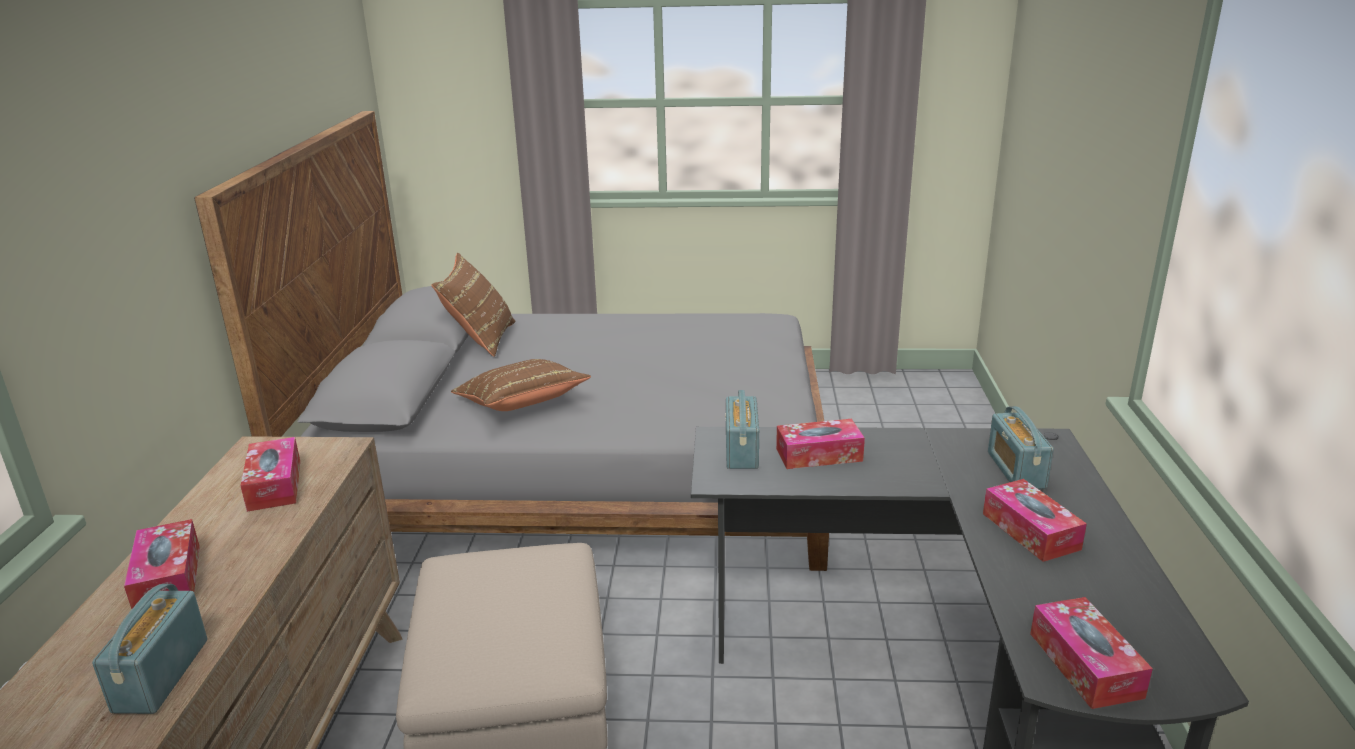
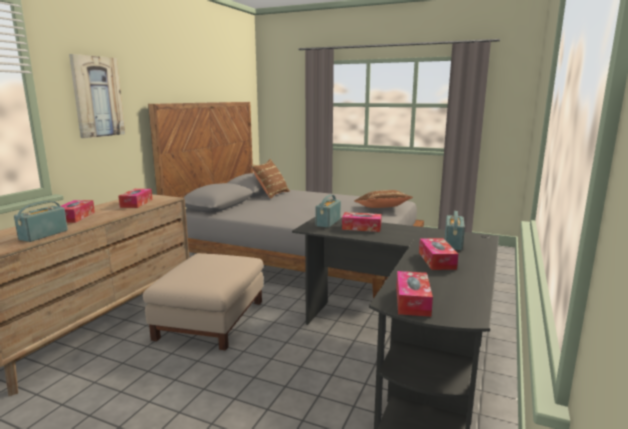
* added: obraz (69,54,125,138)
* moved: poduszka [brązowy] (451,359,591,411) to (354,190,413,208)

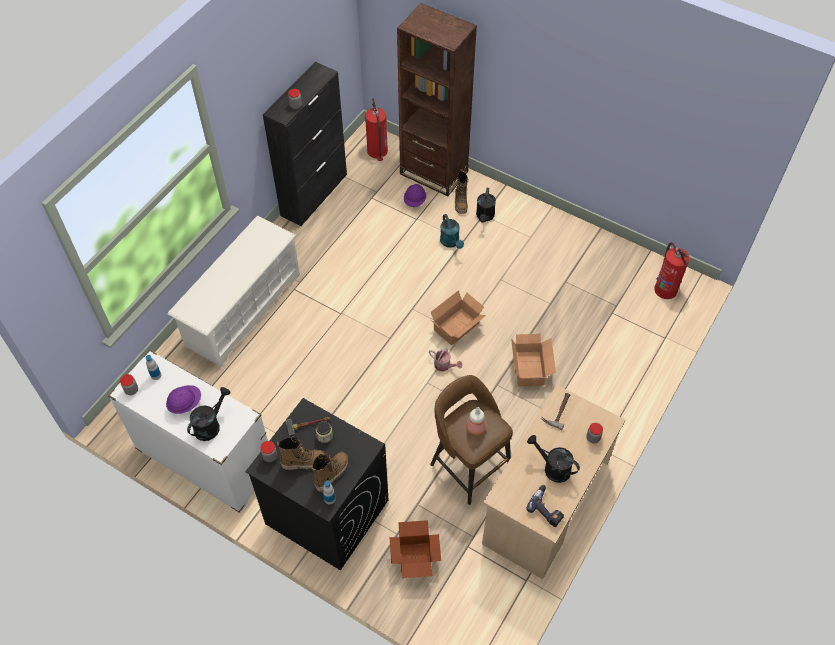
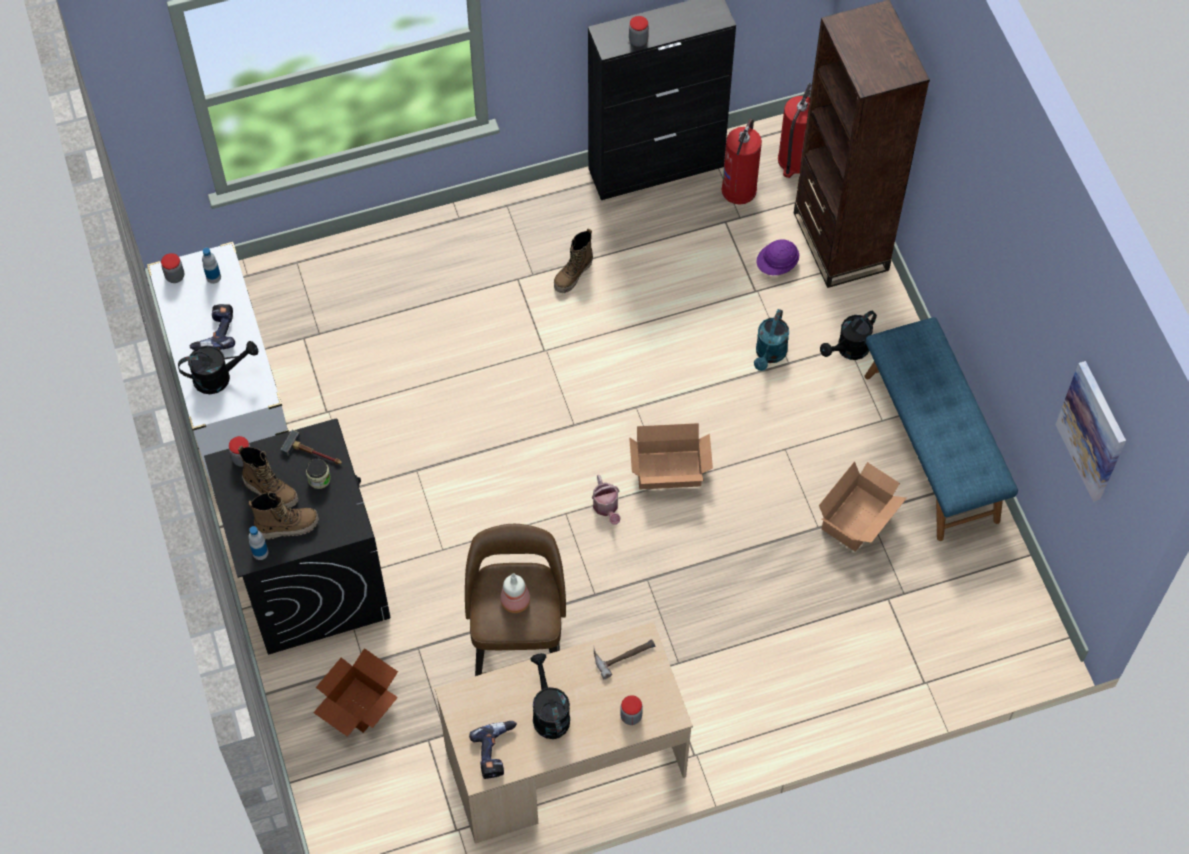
* removed: regał na buty [biały] (168,216,300,369)
* added: ławka [niebieski] (864,317,1018,541)
* added: obraz (1055,361,1126,502)
* moved: but z cholewką (455,170,469,214) to (554,229,593,293)
* moved: karton (511,334,556,386) to (819,461,907,552)
* moved: gaśnica (654,242,690,299) to (722,119,762,205)
* replaced: kask [fioletowy] (166,385,201,414) to wiertarka (190,304,235,350)

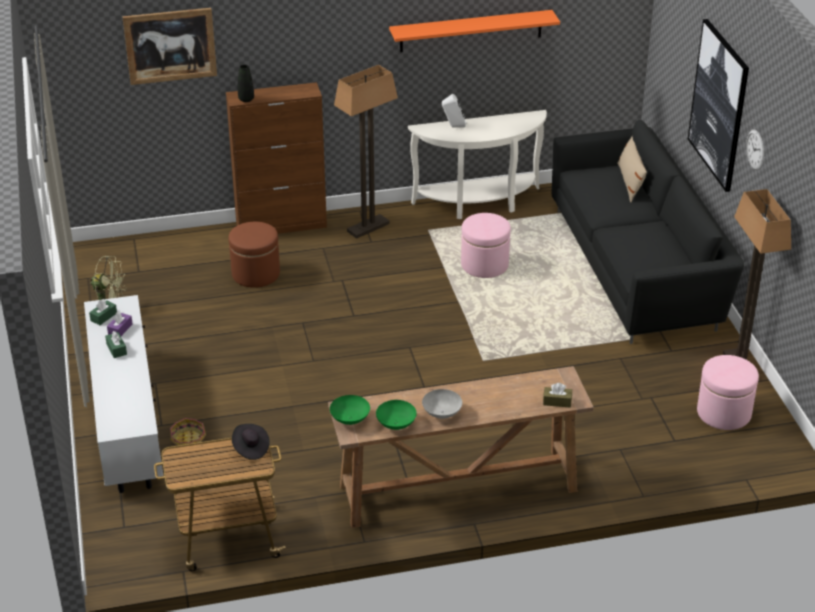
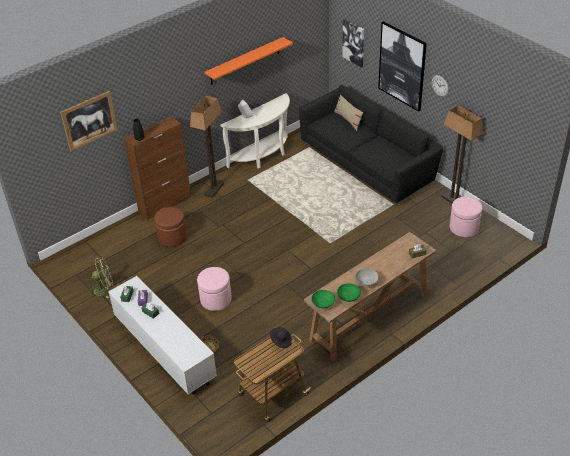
* added: obraz (342,19,364,67)
* moved: pufa [różowy] (461,213,511,278) to (197,267,232,311)

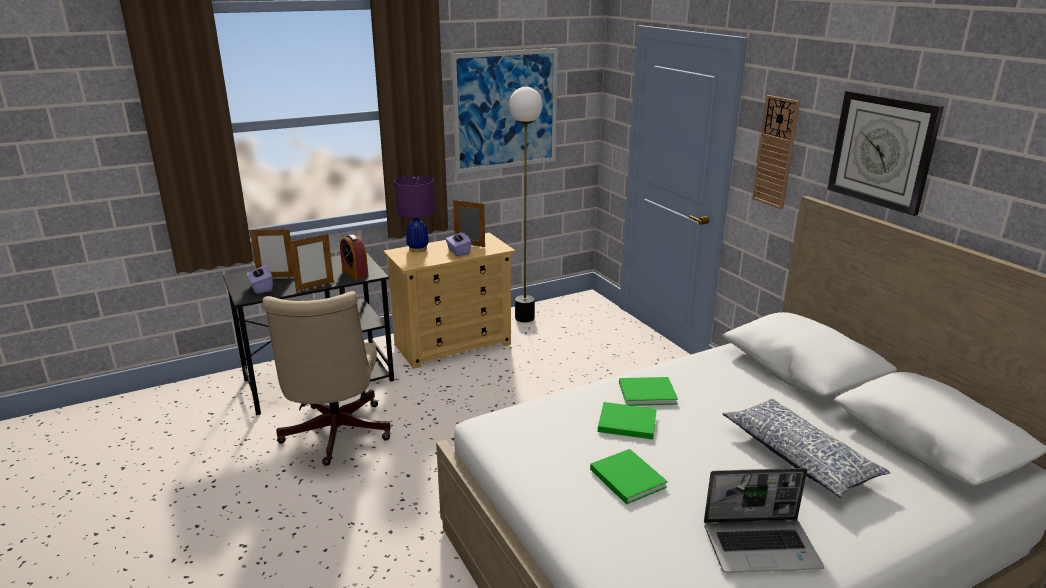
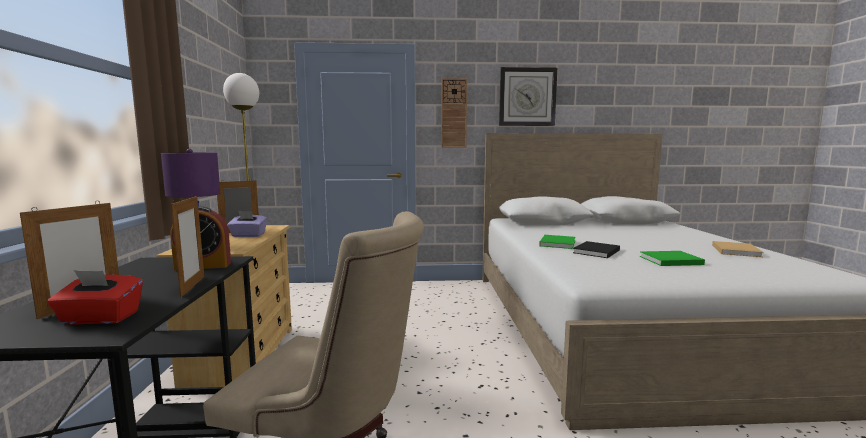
* removed: obraz (451,48,558,174)
* removed: poduszka (723,399,890,498)
* replaced: laptop (704,468,824,573) to książka [beżowy] (712,241,764,257)
* recoloured: pudełko chusteczek [fioletowy] (247,265,273,294) to pudełko chusteczek [czerwony] (47,270,143,325)
* recoloured: książka [zielony] (598,402,657,439) to książka [czarny] (573,241,620,258)

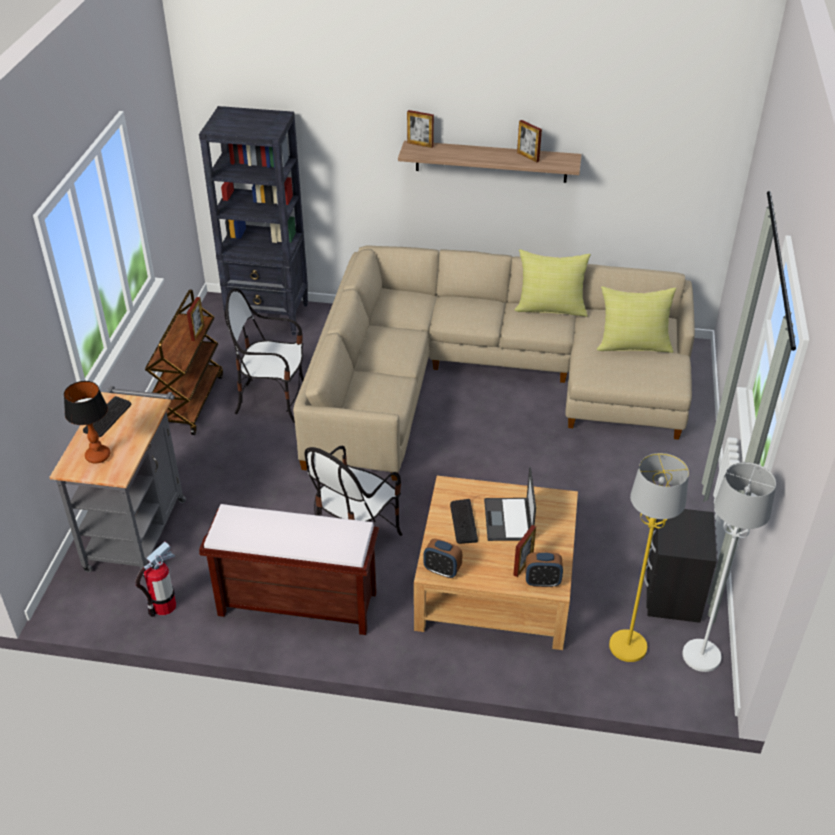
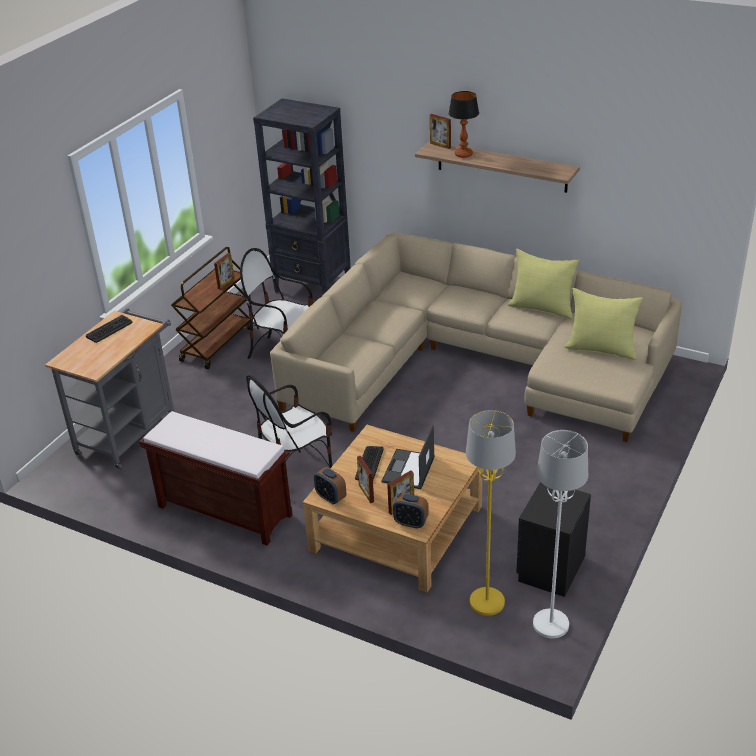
* removed: gaśnica (135,542,176,617)
* moved: lampa stołowa (64,381,110,464) to (449,91,479,158)
* moved: ramka na zdjęcie (517,120,542,163) to (357,456,374,503)

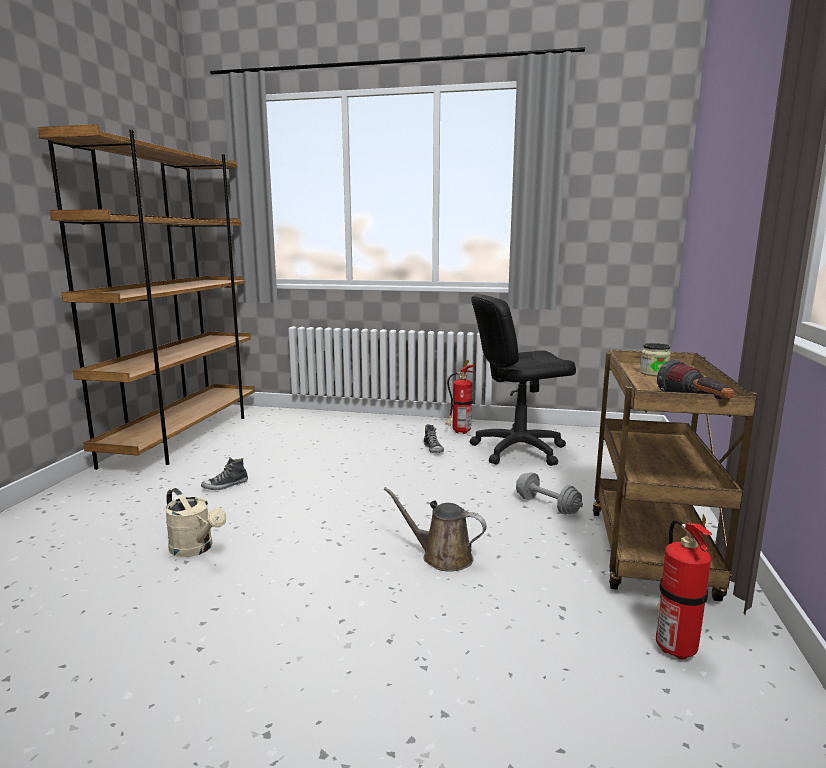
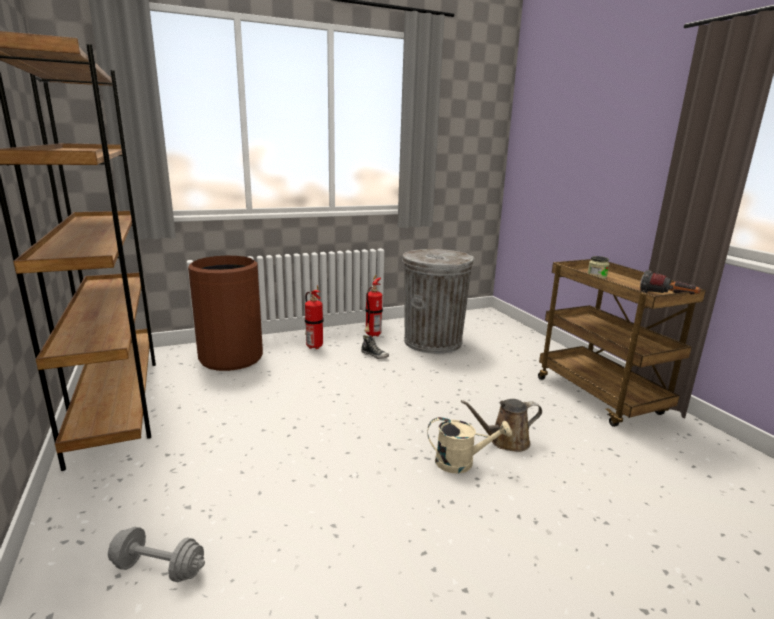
* removed: but (201,457,248,490)
* added: kosz na śmieci [brązowy] (188,256,263,371)
* moved: konewka [beżowy] (164,488,227,557) to (427,417,512,474)
* moved: hantel [szary] (516,472,583,515) to (108,527,205,582)
* moved: gaśnica (656,513,712,660) to (305,286,323,349)
* replaced: krzesło biurowe [czarny] (470,294,576,466) to kosz na śmieci [szary] (402,249,475,354)

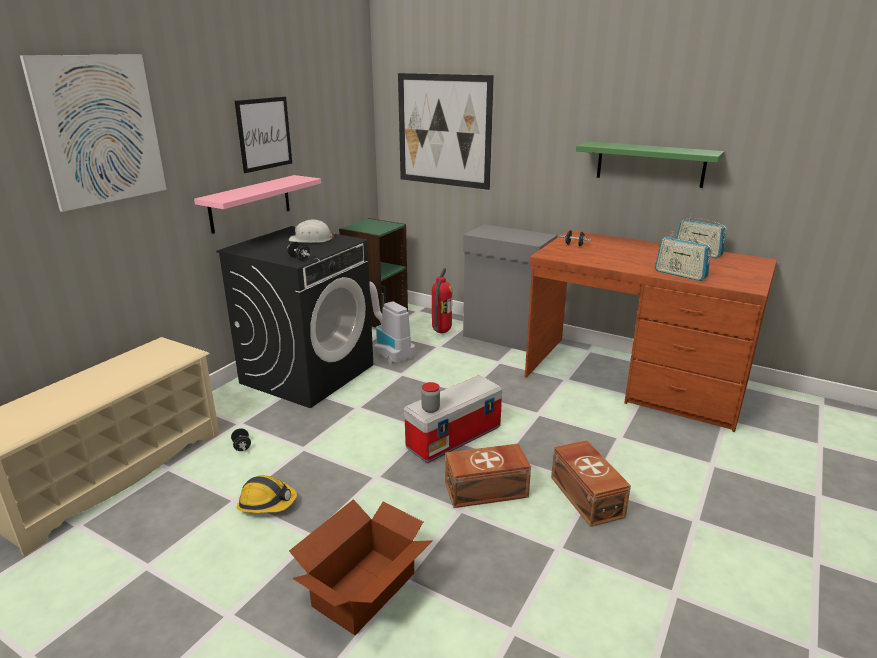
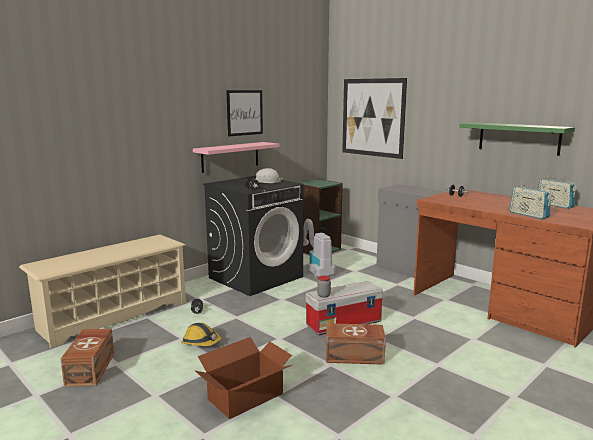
* removed: obraz (20,54,167,212)
* removed: gaśnica (432,268,452,333)
* moved: pojemnik do przechowywania [brązowy] (551,440,631,527) to (60,328,114,387)

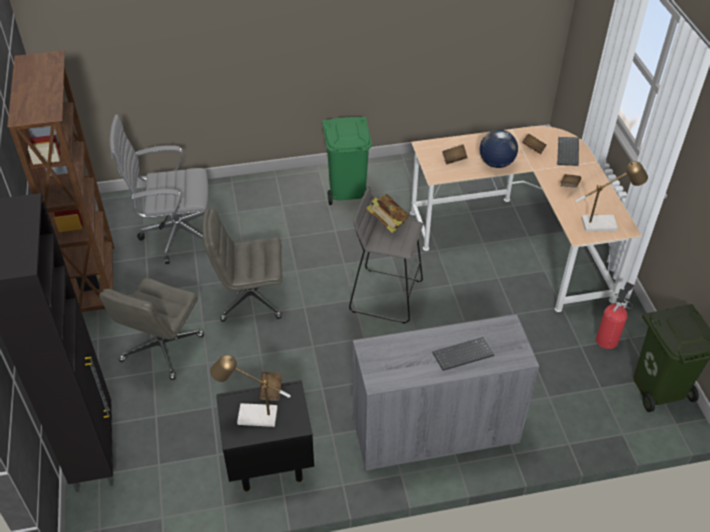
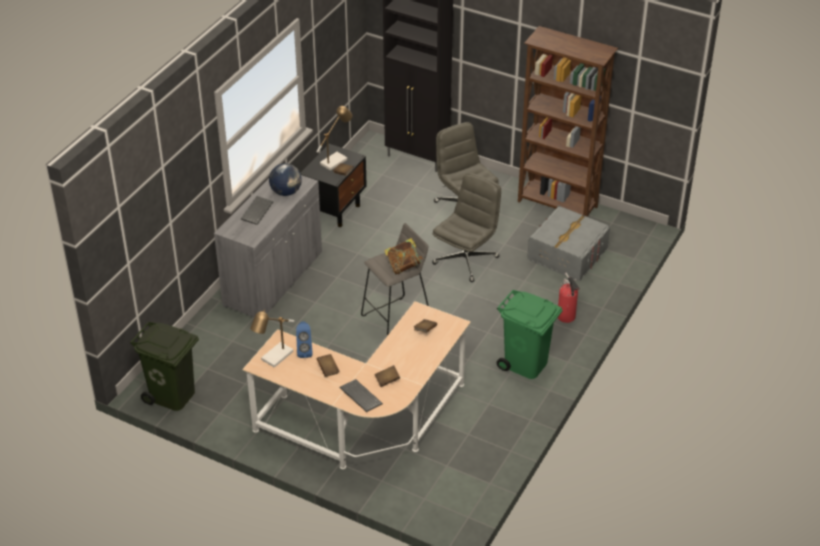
* added: głośnik [niebieski] (296,322,313,358)
* moved: globus (480,130,518,168) to (269,163,302,196)
* moved: gaśnica (596,282,634,349) to (558,273,580,323)
* replaced: krzesło biurowe [szary] (110,115,209,264) to pojemnik do przechowywania [szary] (527,205,610,281)

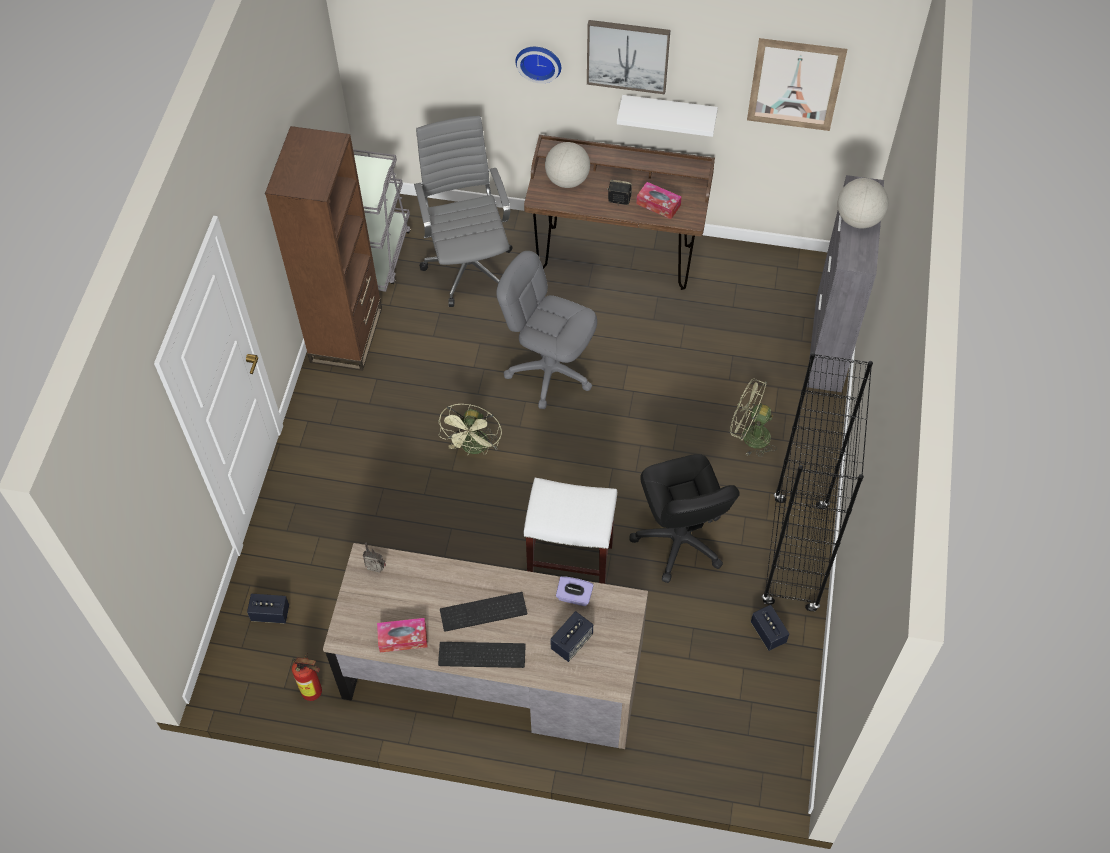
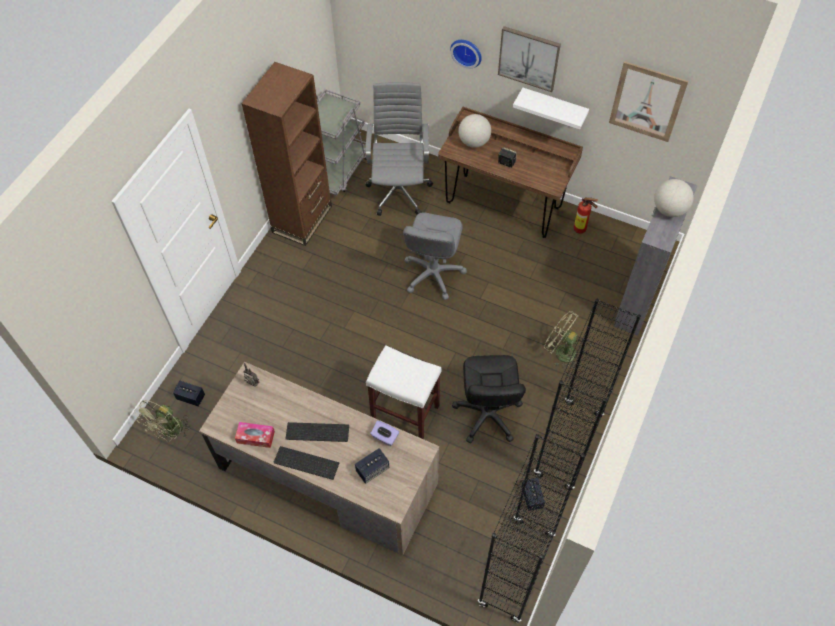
* removed: pudełko chusteczek (636,182,682,219)
* added: regał [czarny] (478,434,585,624)
* moved: gaśnica (292,653,322,701) to (574,197,598,234)
* moved: wentylator [zielony] (438,404,502,455) to (134,400,191,442)
* turned: krzesło biurowe [szary] (496,251,597,409) = (403,212,467,300) 120 degrees counterclockwise

